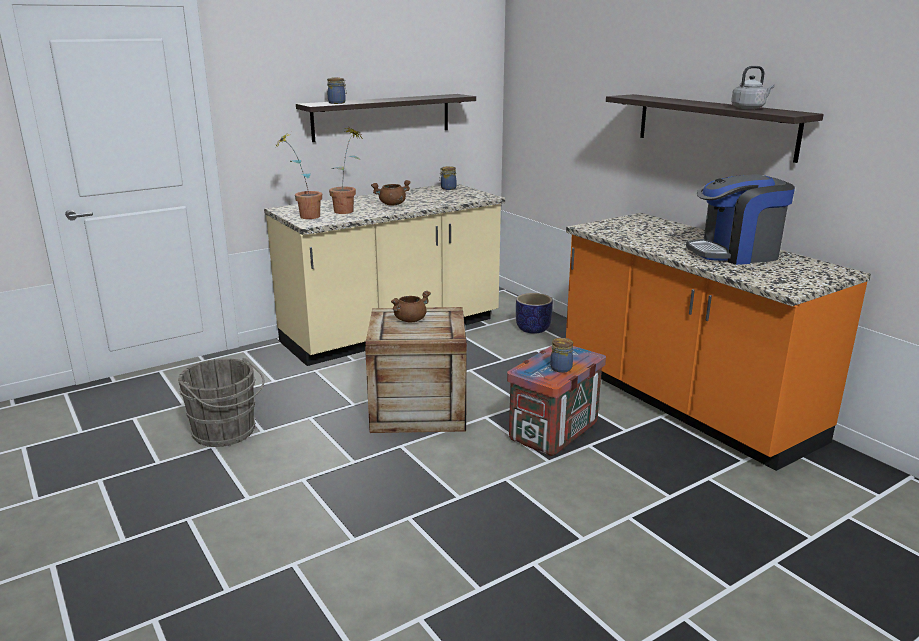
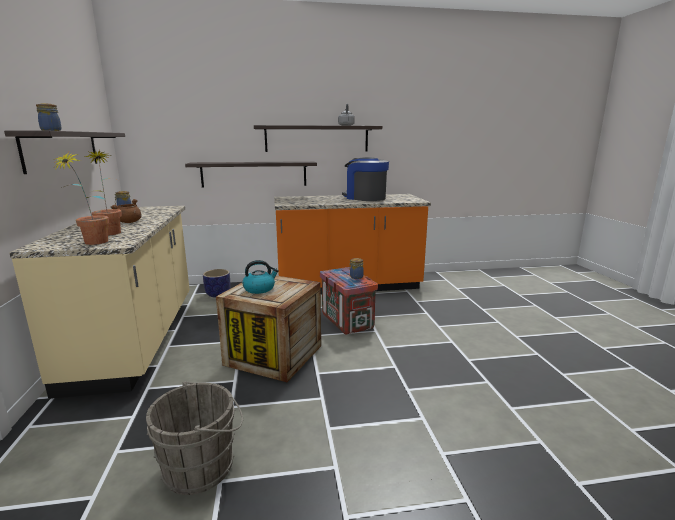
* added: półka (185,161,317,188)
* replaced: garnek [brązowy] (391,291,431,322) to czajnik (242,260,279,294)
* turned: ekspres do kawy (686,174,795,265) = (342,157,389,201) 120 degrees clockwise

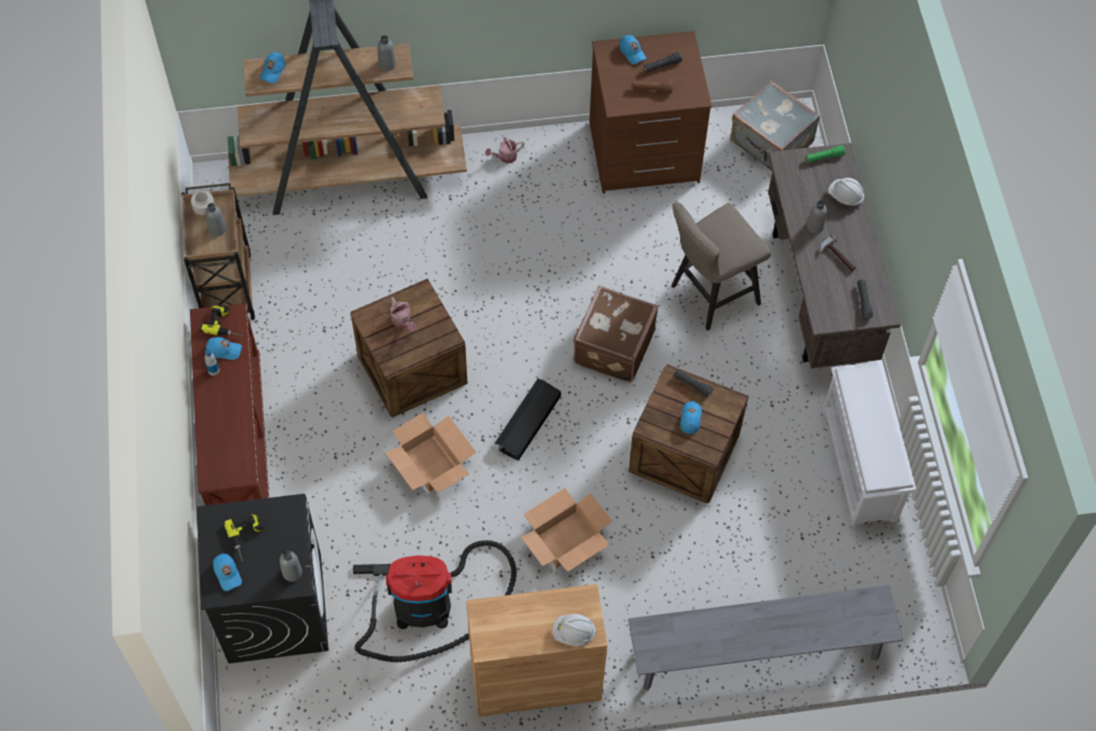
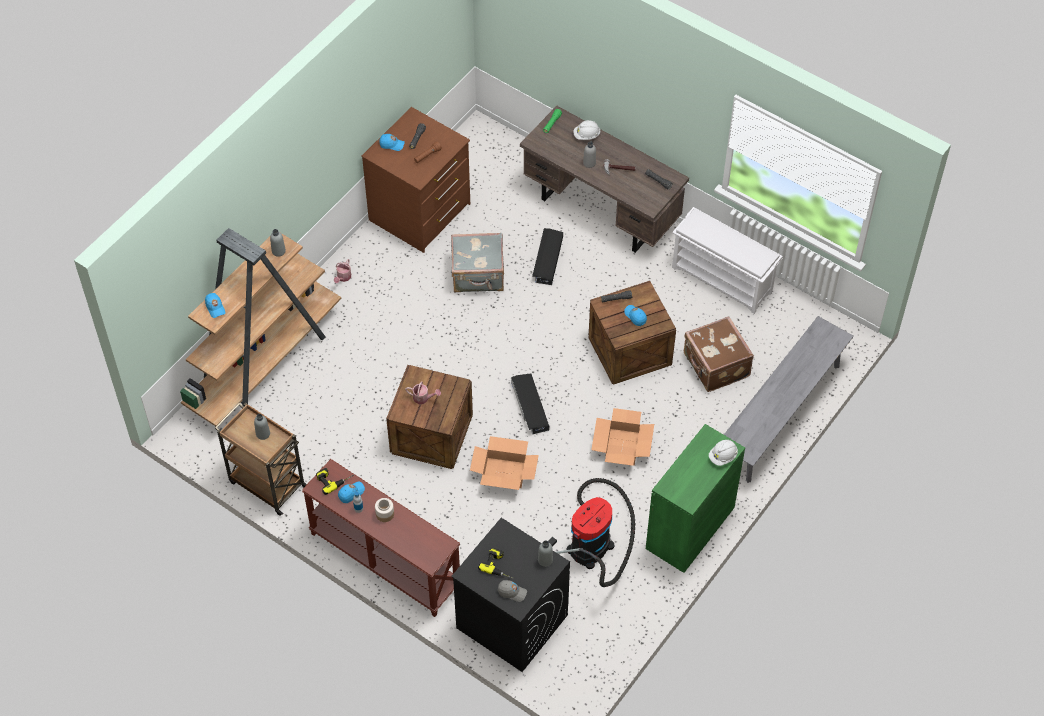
* moved: słoik (191,191,215,220) to (375,498,394,522)
* moved: walizka [brązowy] (573,285,658,383) to (684,316,754,392)
* moved: walizka [szary] (730,81,820,171) to (451,233,504,293)
* replaced: stołek [beżowy] (671,202,771,331) to pojemnik do przechowywania [czarny] (532,228,563,285)
* recoloured: czapka z daszkiem [niebieski] (213,554,242,591) to czapka z daszkiem [szary] (498,580,527,602)
* recoloured: szafka [brązowy] (466,584,607,717) to szafka [zielony] (646,424,745,573)

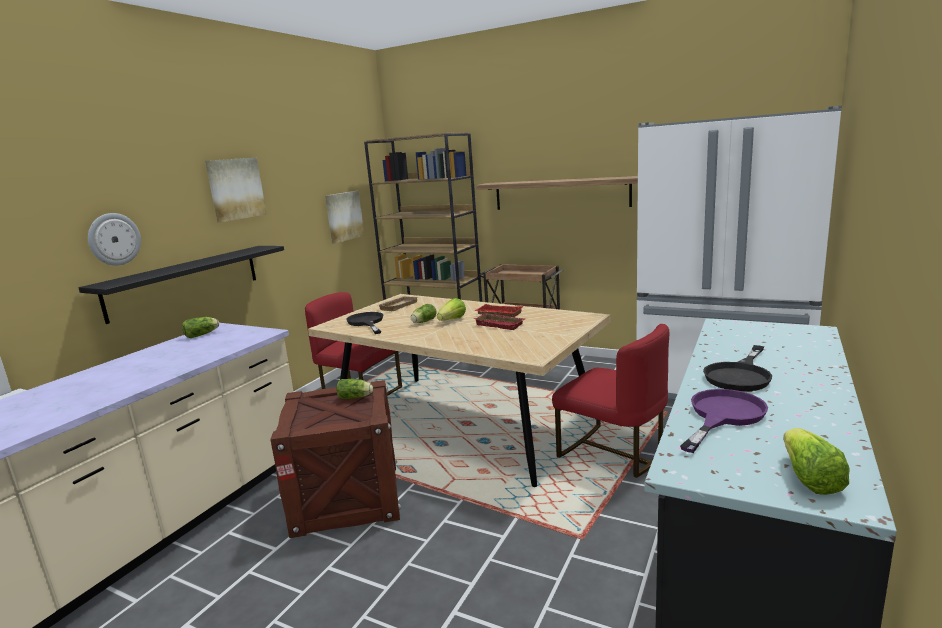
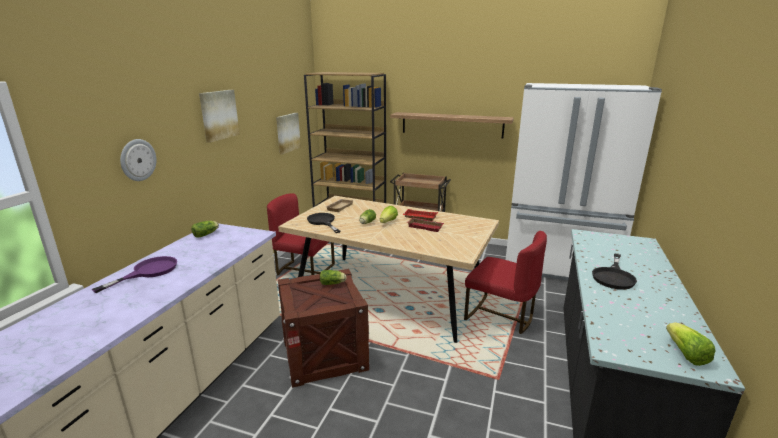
* removed: półka [czarny] (78,246,284,324)
* moved: patelnia [fioletowy] (680,389,768,453) to (92,256,177,293)

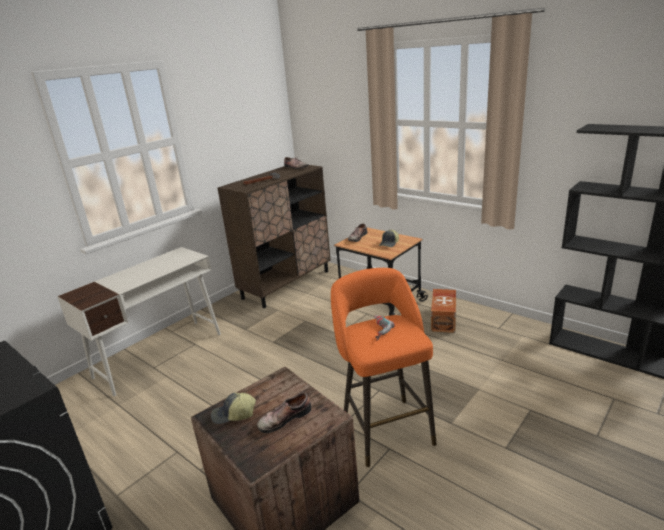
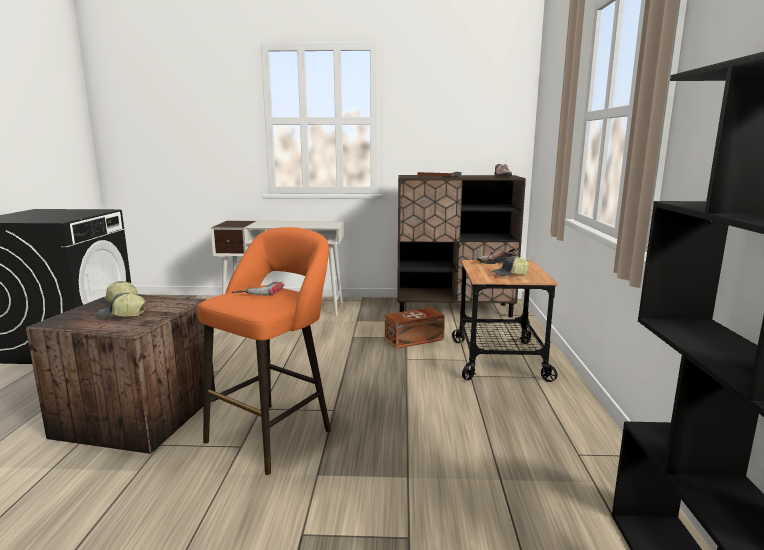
* moved: pojemnik do przechowywania [brązowy] (431,289,456,333) to (385,307,445,349)
* replaced: but (257,392,311,433) to czapka z daszkiem (97,292,146,318)

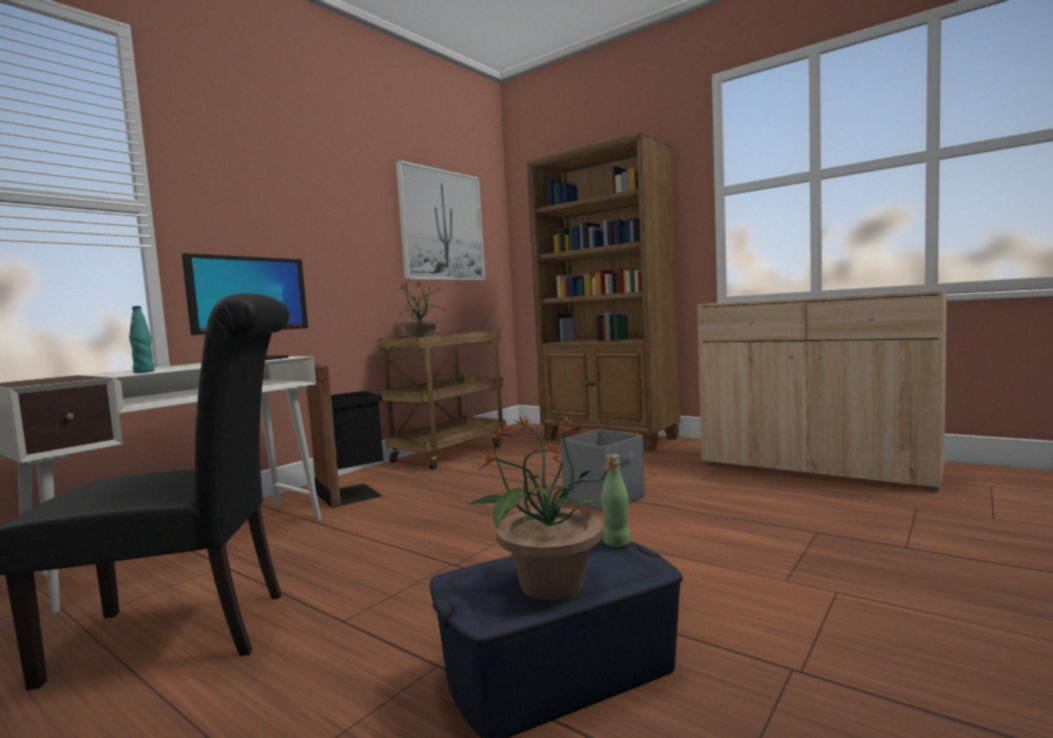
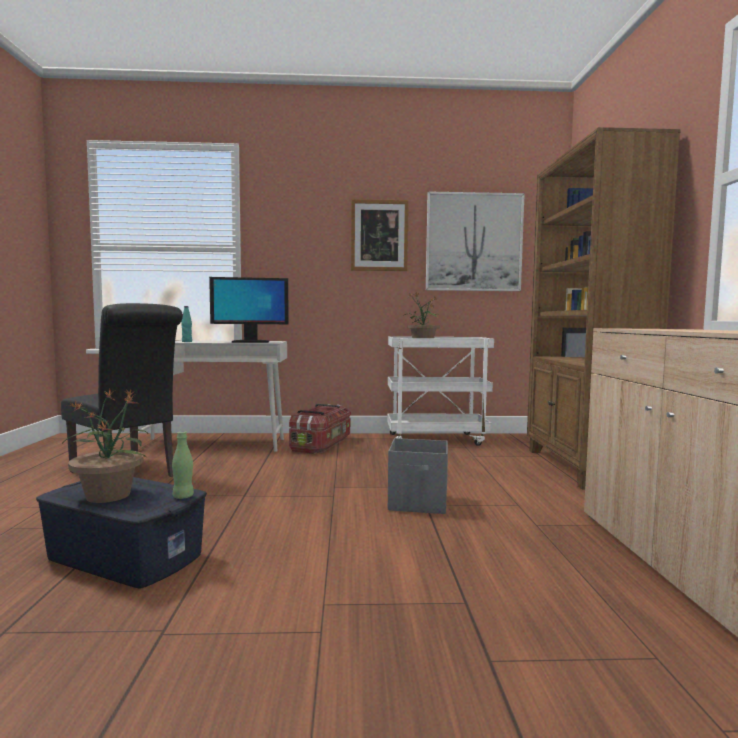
* added: obraz (351,199,409,271)
* replaced: kosz na śmieci [czarny] (307,364,383,508) to pojemnik do przechowywania (289,404,351,454)
* recoloured: wózek [brązowy] (377,330,506,469) to wózek [biały] (387,336,494,446)

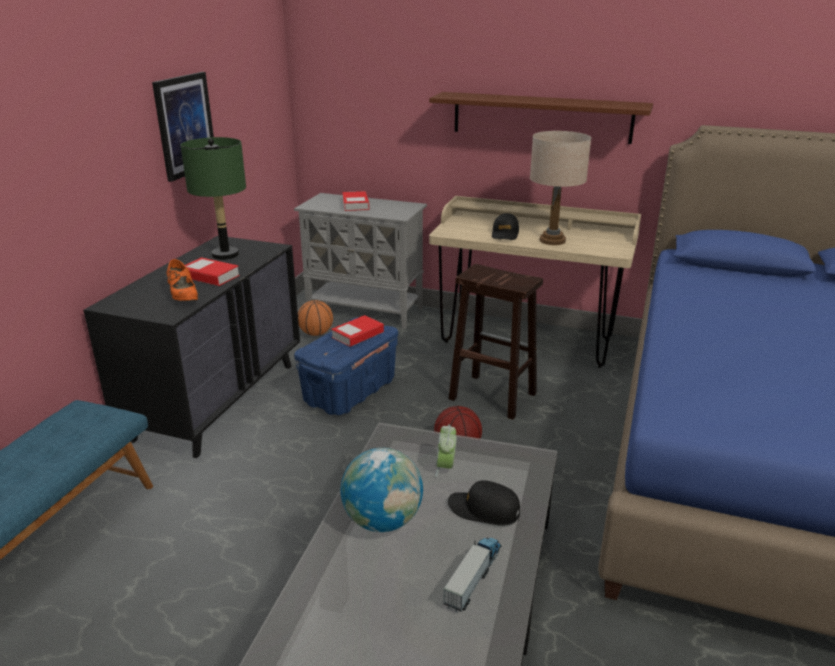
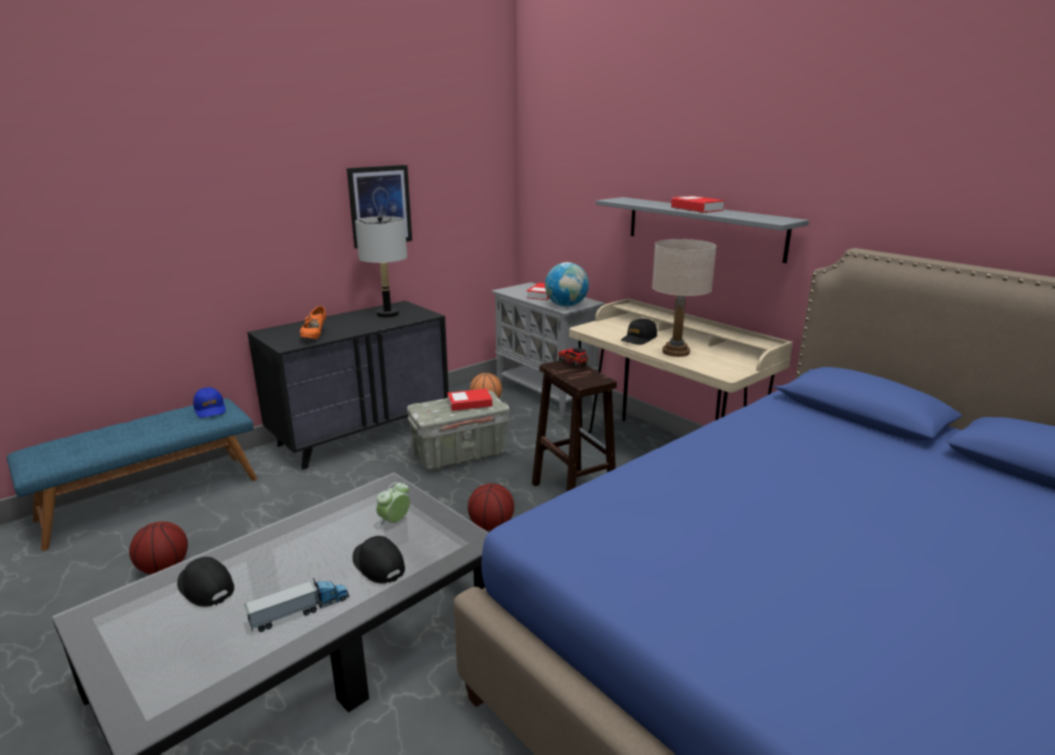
* added: piłka do koszykówki (129,521,188,574)
* added: czapka z daszkiem [czarny] (177,557,234,607)
* added: czapka z daszkiem [niebieski] (193,387,226,418)
* added: ciężarówka zabawkowa (558,347,588,369)
* moved: książka (185,257,240,286) to (671,196,725,213)
* moved: globus (341,448,423,532) to (545,262,589,307)
* recoloured: lampa stołowa [zielony] (180,137,246,260) to lampa stołowa [szary] (355,216,407,317)
* recoloured: pojemnik do przechowywania [niebieski] (294,317,398,415) to pojemnik do przechowywania [szary] (407,391,509,470)
* recoloured: półka [brązowy] (429,92,653,144) to półka [szary] (596,197,809,263)

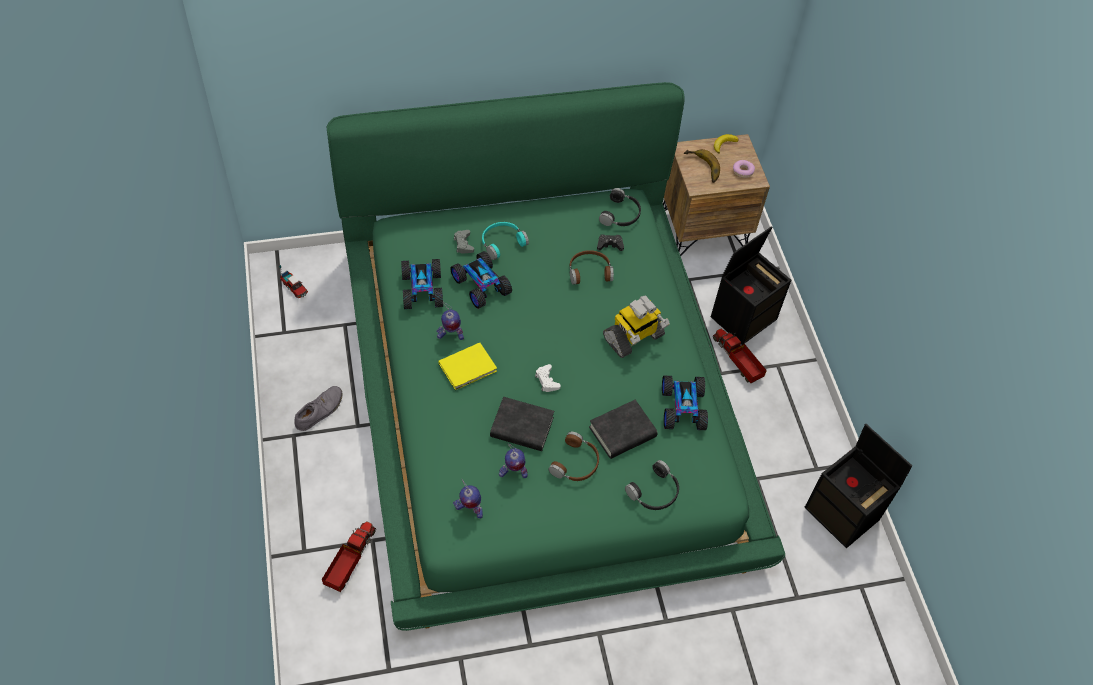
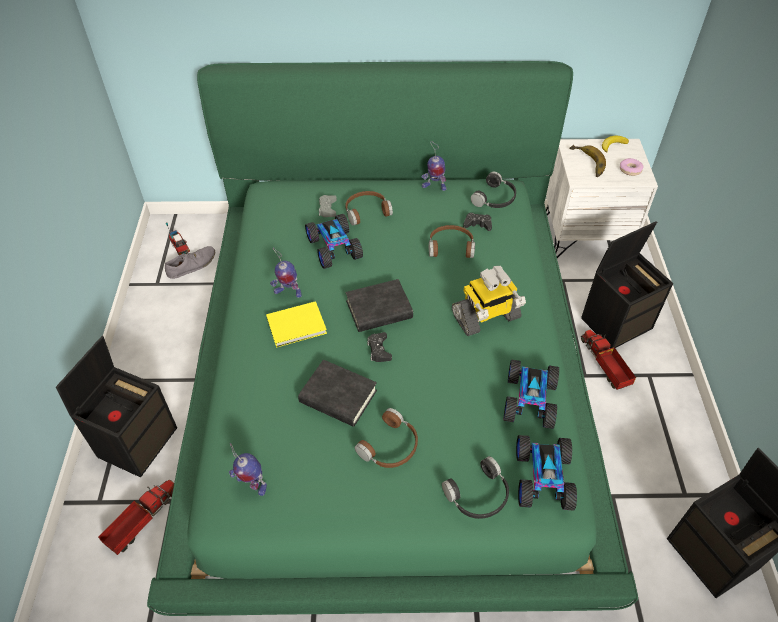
* added: pojemnik do przechowywania [czarny] (56,336,177,477)
* moved: but [szary] (294,386,343,431) to (165,246,215,279)
* moved: samochodzik (401,259,443,309) to (516,435,577,511)
* moved: robot zabawkowy (499,443,528,478) to (422,141,446,191)
* moved: książka [czarny] (589,400,658,459) to (346,279,413,332)
* recoloured: słuchawki [turkusowy] (482,222,529,260) to słuchawki [brązowy] (345,191,393,225)
* recoloured: pad do gier [biały] (535,364,561,392) to pad do gier [czarny] (367,332,392,362)
* recoloured: szafka nocna [brązowy] (663,134,770,256) to szafka nocna [biały] (546,139,658,258)

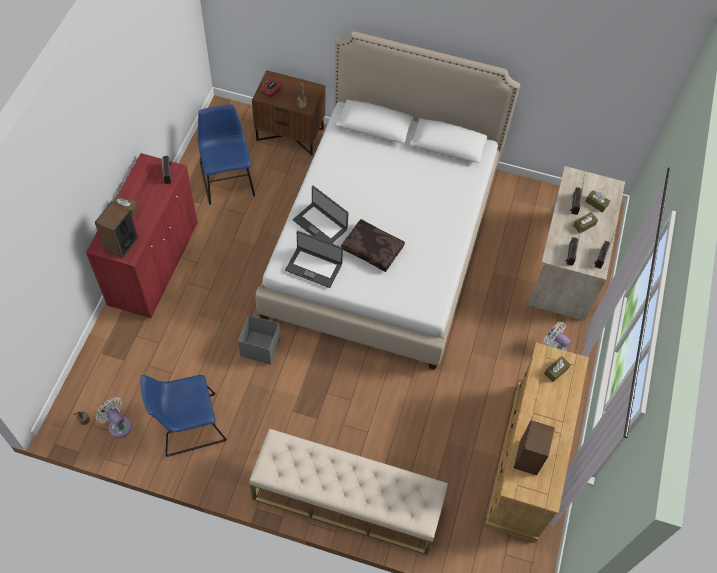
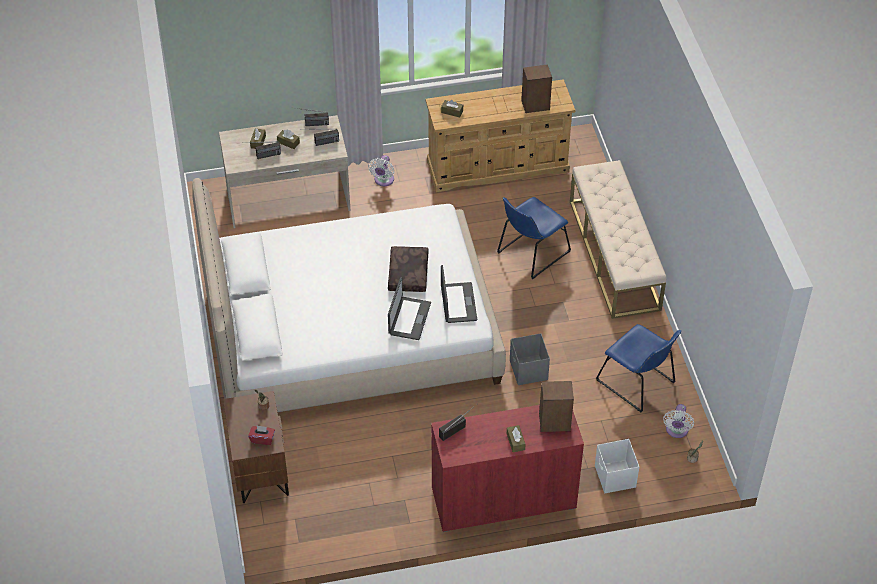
* added: pojemnik do przechowywania [biały] (595,439,639,493)
* moved: krzesło [niebieski] (198,104,255,205) to (497,197,571,279)

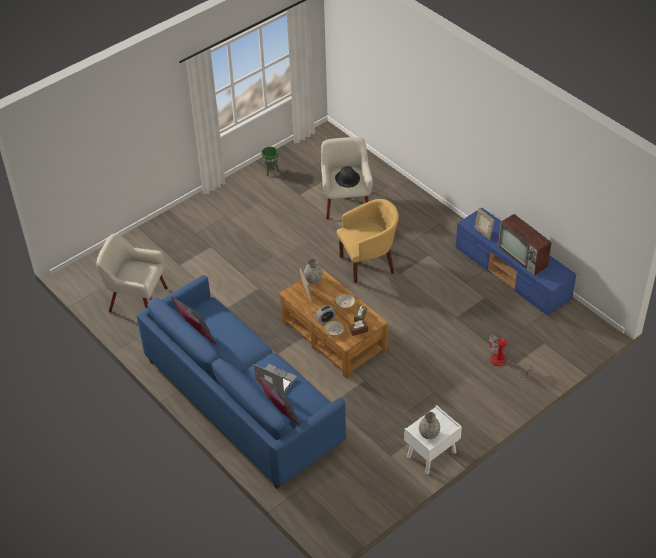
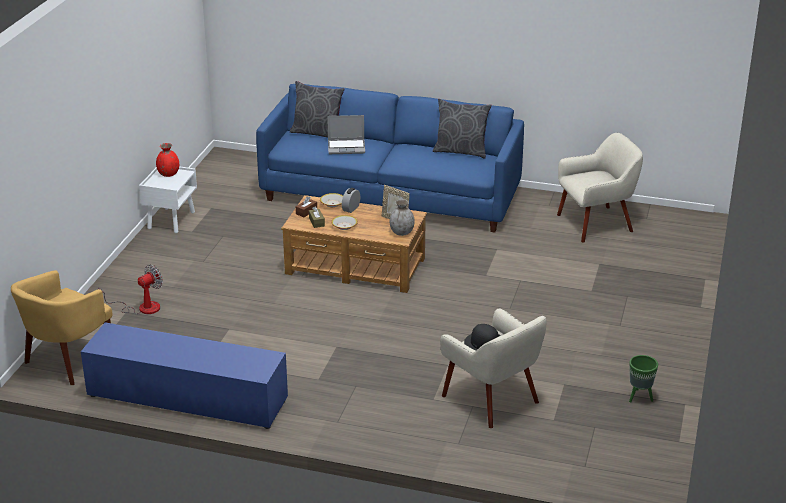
* removed: ramka na zdjęcie (474,208,494,240)
* removed: telewizor (498,214,552,276)
* moved: fotel [żółty] (337,199,399,283) to (11,270,112,385)
* recoloured: wazon [szary] (419,412,440,439) to wazon [czerwony] (156,143,179,177)

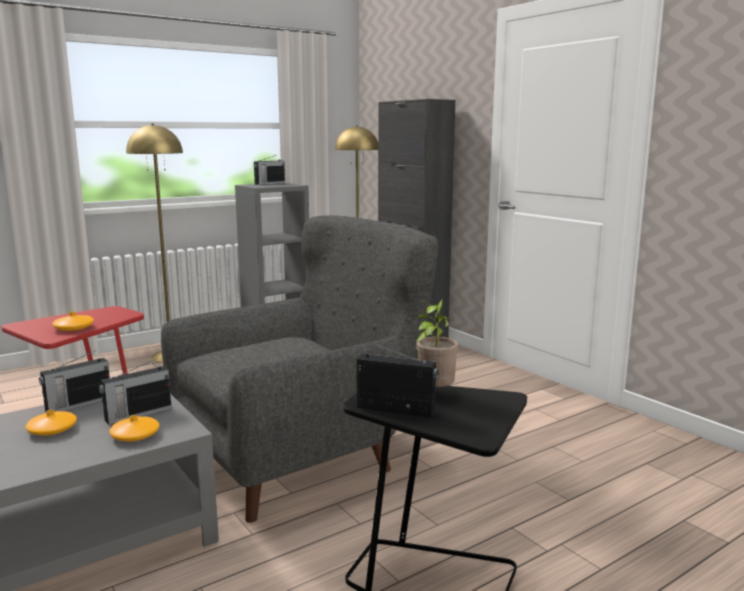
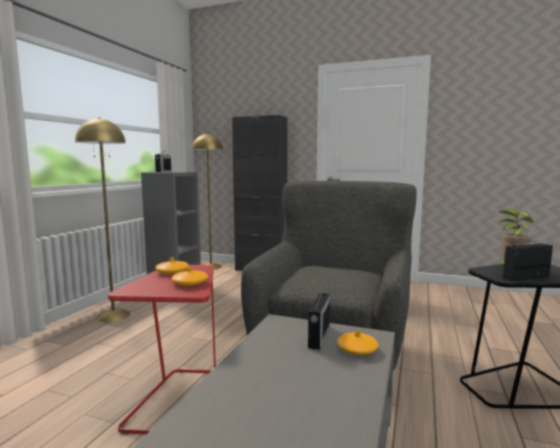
* removed: radio (39,350,110,412)
* moved: wazon [pomarańczowy] (26,410,77,436) to (155,258,189,274)

